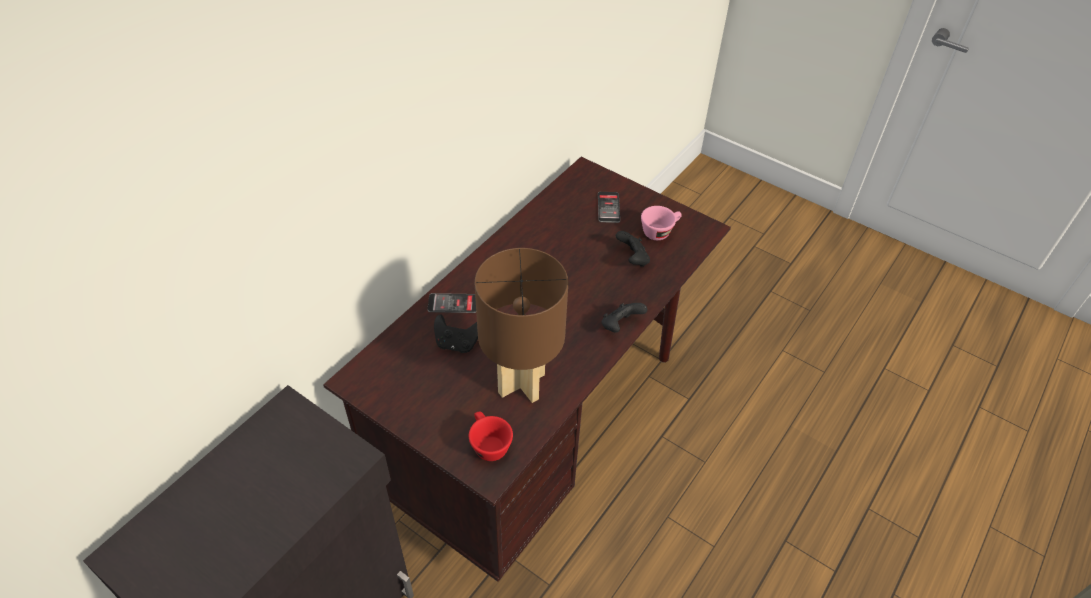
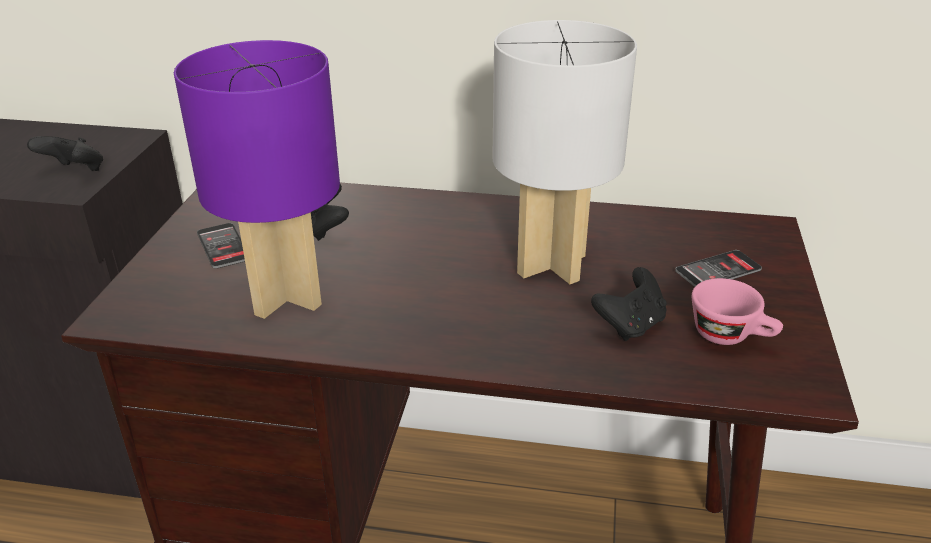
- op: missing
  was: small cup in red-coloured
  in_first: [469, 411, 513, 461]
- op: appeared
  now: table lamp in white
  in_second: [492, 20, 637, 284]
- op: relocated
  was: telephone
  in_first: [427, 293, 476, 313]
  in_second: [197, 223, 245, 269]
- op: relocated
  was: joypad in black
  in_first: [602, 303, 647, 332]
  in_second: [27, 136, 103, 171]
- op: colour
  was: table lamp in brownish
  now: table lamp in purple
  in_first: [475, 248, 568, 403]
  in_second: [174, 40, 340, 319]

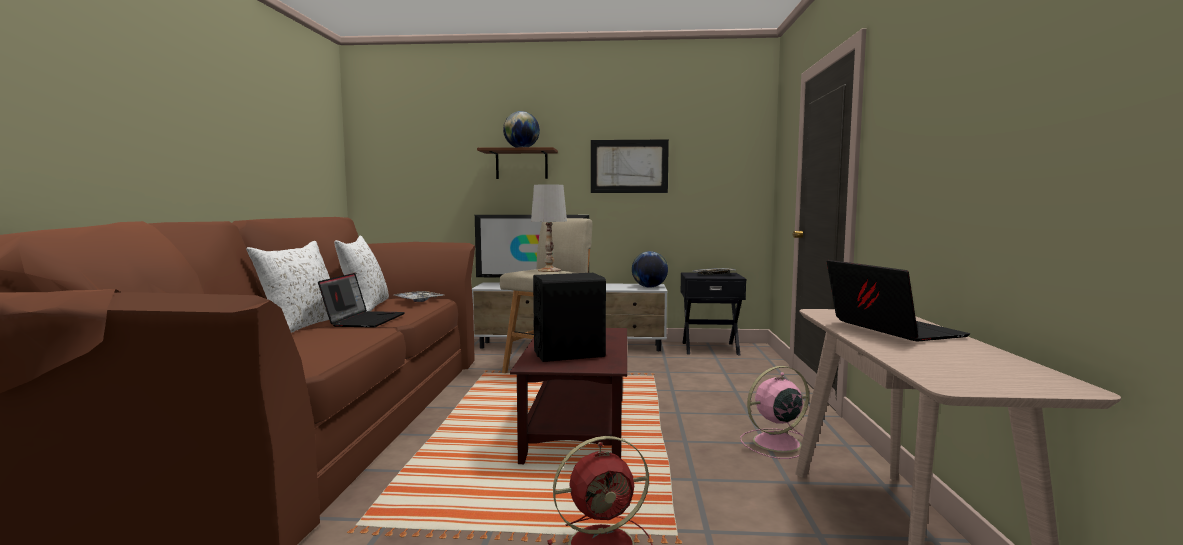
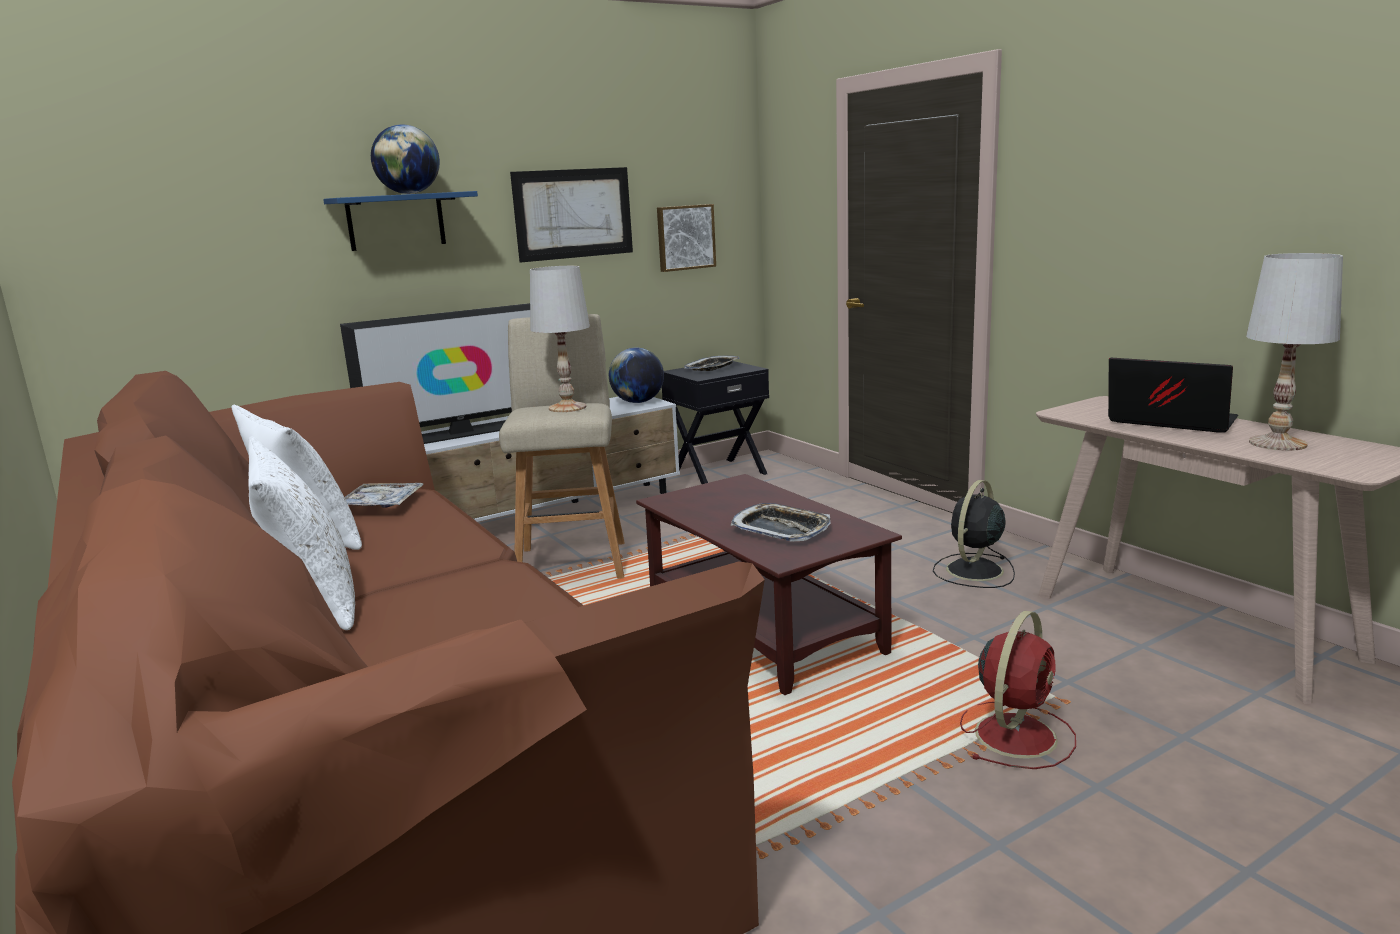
- op: missing
  was: notebook computer
  in_first: [318, 273, 405, 328]
- op: appeared
  now: wall art
  in_second: [657, 204, 716, 272]
- op: appeared
  now: table lamp in white
  in_second: [1246, 253, 1343, 451]
- op: exchanged
  was: audio speaker in black
  now: serving tray
  in_first: [533, 273, 606, 362]
  in_second: [731, 503, 831, 542]
- op: colour
  was: shelf in brownish
  now: shelf in blue-coloured
  in_first: [477, 147, 558, 179]
  in_second: [323, 191, 478, 251]
- op: colour
  was: fan in pink-coloured
  now: fan in black
  in_first: [740, 366, 809, 459]
  in_second: [933, 480, 1015, 588]

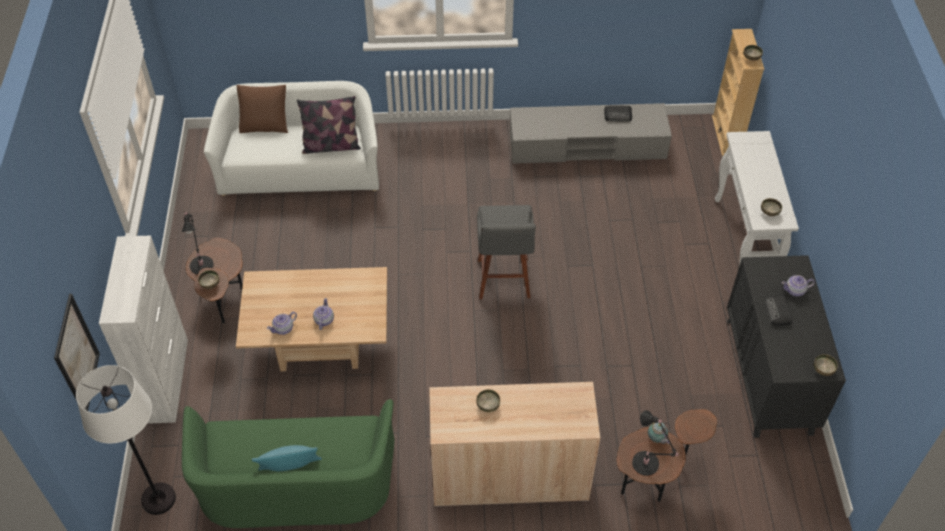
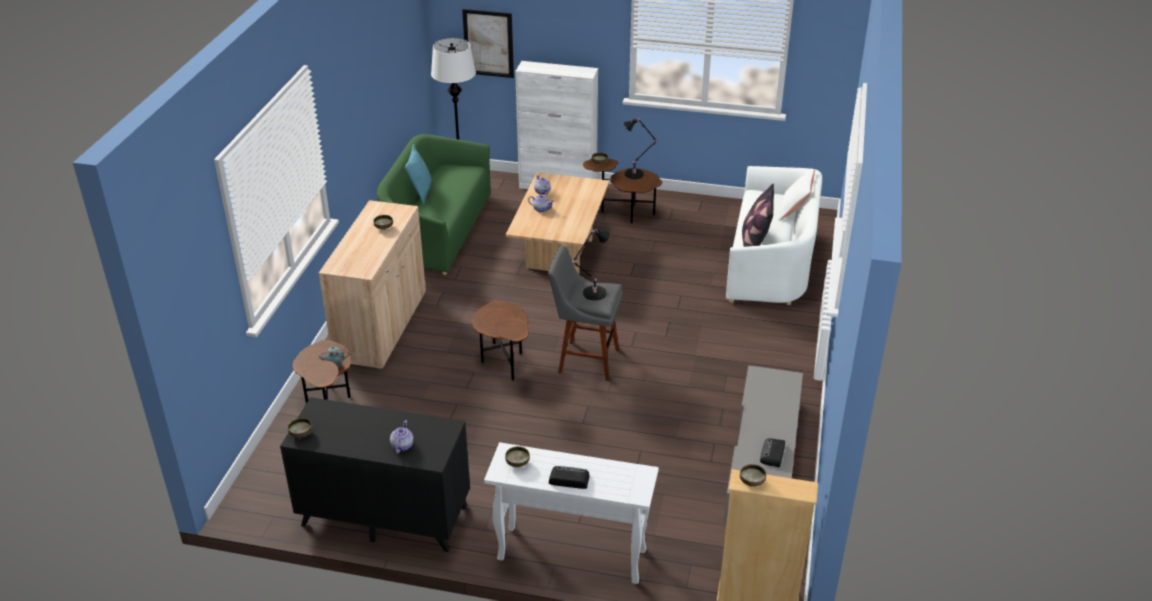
- op: appeared
  now: accent table in brownish
  in_second: [472, 301, 529, 381]
- op: relocated
  was: table lamp in black
  in_first: [632, 410, 680, 476]
  in_second: [572, 229, 610, 300]
- op: relocated
  was: radio
  in_first: [764, 295, 792, 326]
  in_second: [549, 466, 589, 489]
- op: colour
  was: cushion in brownish
  now: cushion in white
  in_first: [237, 85, 288, 133]
  in_second: [778, 169, 815, 221]

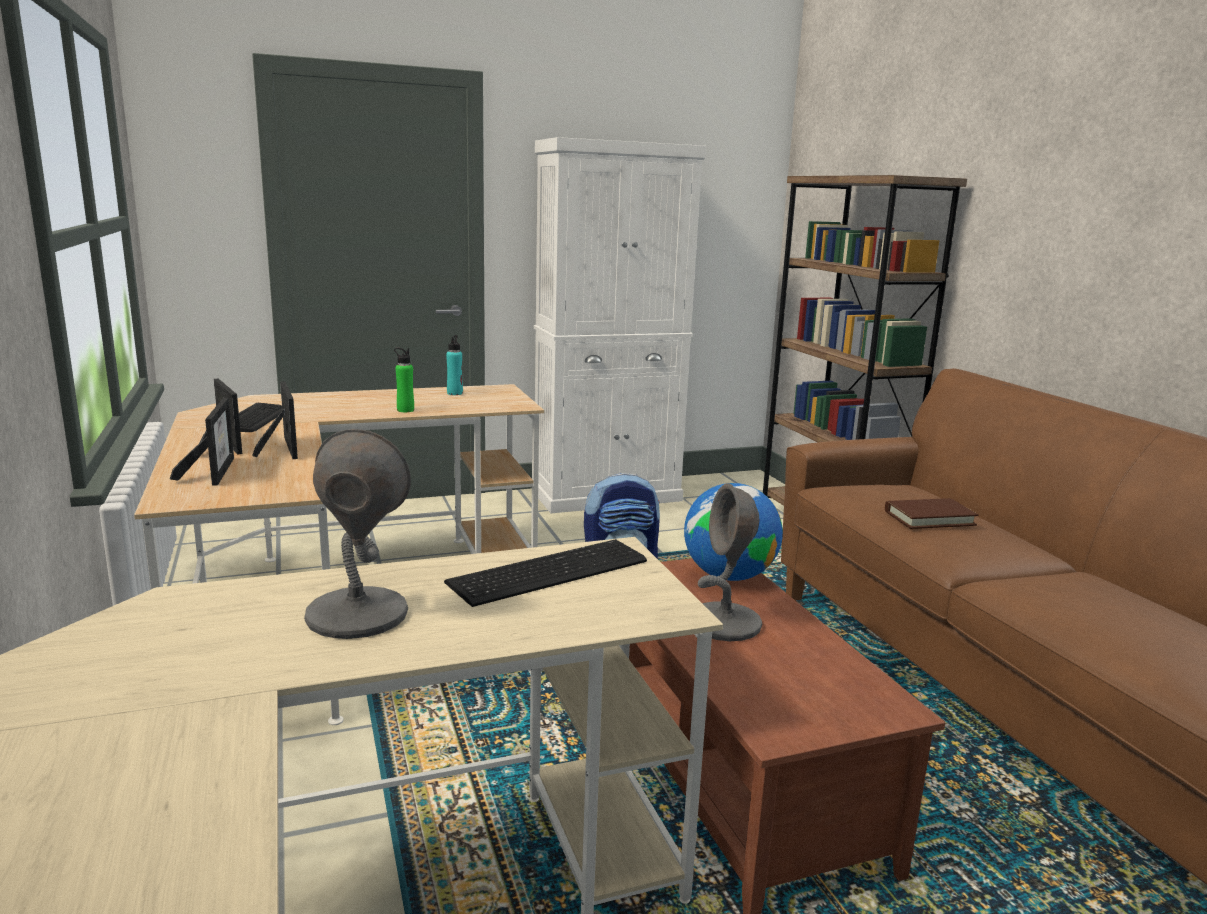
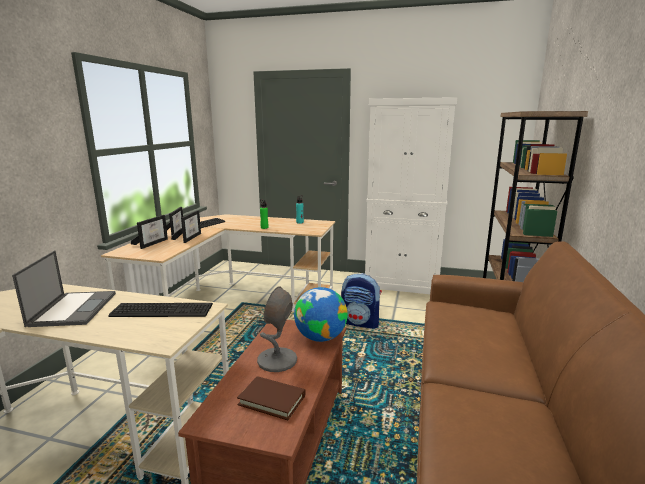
- op: relocated
  was: book in brownish
  in_first: [885, 498, 979, 529]
  in_second: [237, 376, 306, 420]
- op: exchanged
  was: table lamp in greyish
  now: notebook computer
  in_first: [304, 429, 411, 639]
  in_second: [12, 250, 116, 327]

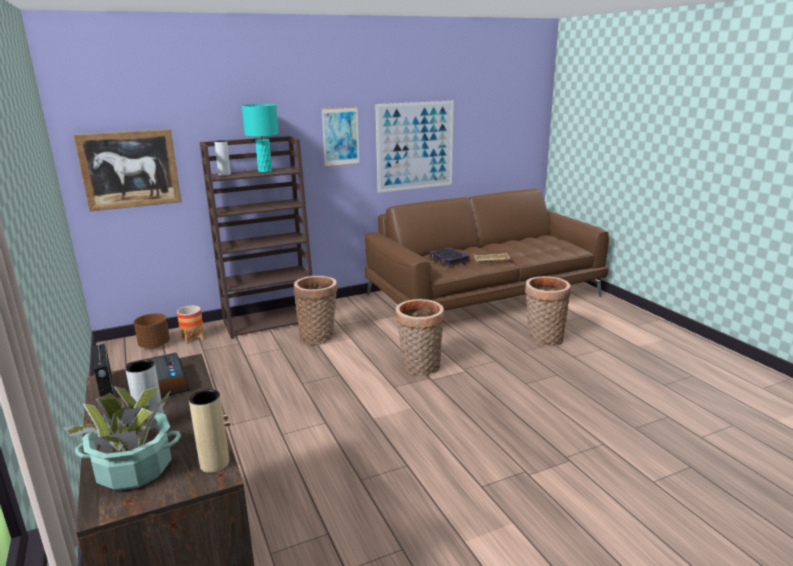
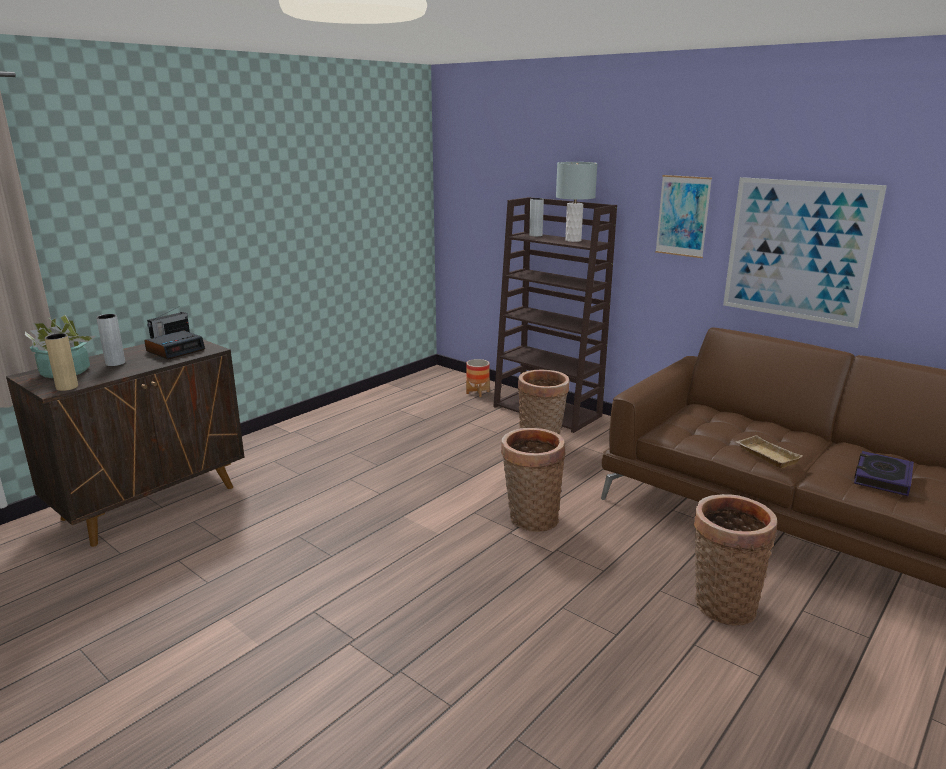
- op: missing
  was: wall art
  in_first: [74, 129, 182, 212]
- op: missing
  was: plant pot in brownish
  in_first: [134, 313, 170, 349]
- op: relocated
  was: book
  in_first: [429, 247, 470, 266]
  in_second: [854, 451, 914, 496]
- op: colour
  was: table lamp in blue-green
  now: table lamp in greyish
  in_first: [242, 104, 279, 172]
  in_second: [556, 162, 598, 242]

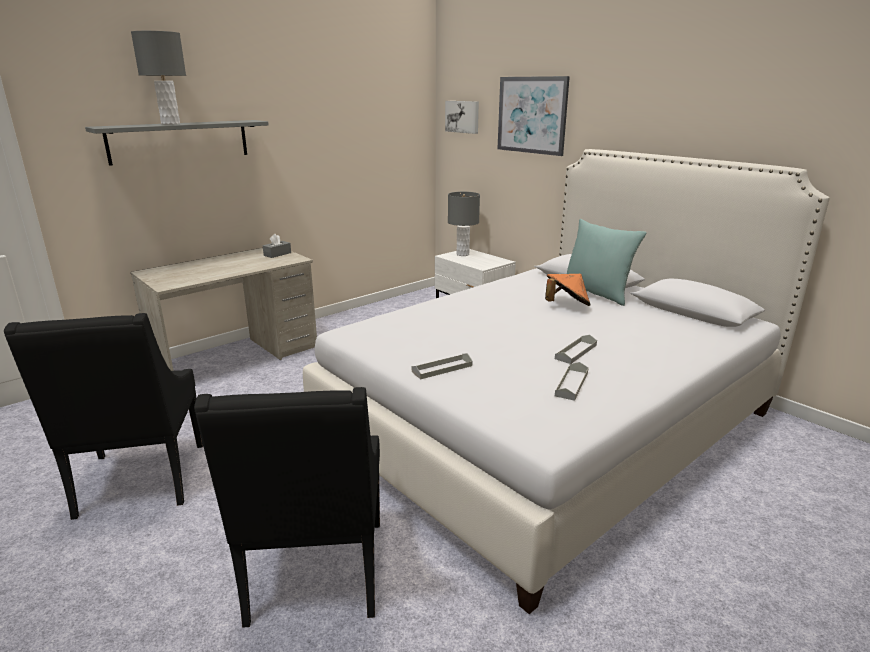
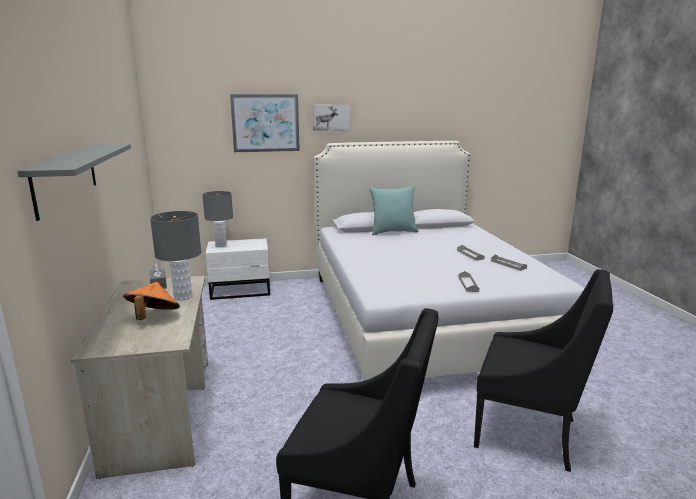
- op: relocated
  was: table lamp in greyish
  in_first: [131, 31, 186, 125]
  in_second: [150, 211, 201, 301]
- op: relocated
  was: wall art
  in_first: [445, 101, 479, 134]
  in_second: [313, 104, 350, 131]
- op: relocated
  was: wearable hat in orangey
  in_first: [545, 274, 591, 306]
  in_second: [123, 282, 180, 320]

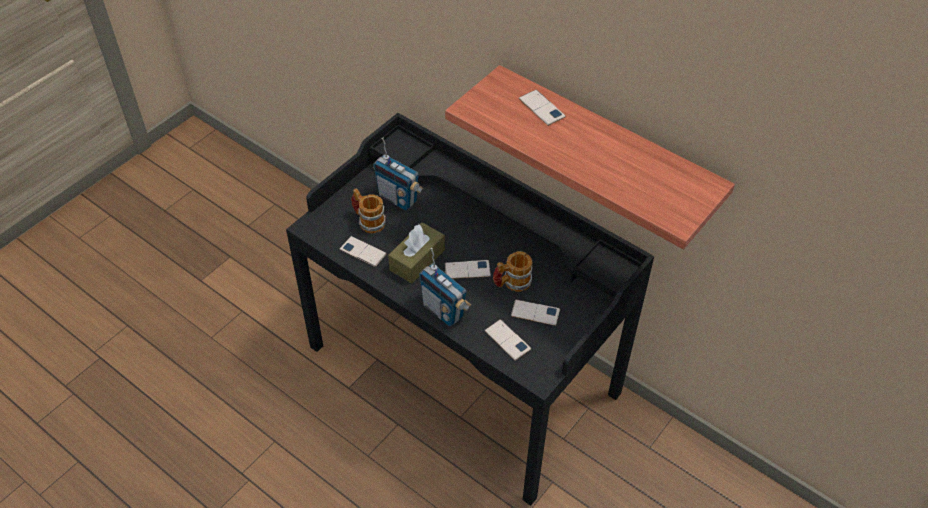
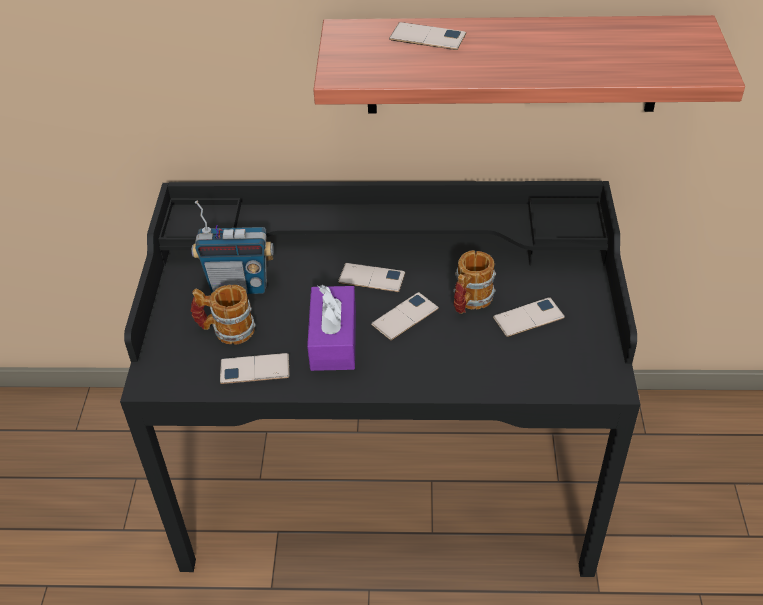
- op: missing
  was: radio
  in_first: [419, 248, 471, 326]
- op: relocated
  was: telephone
  in_first: [485, 319, 531, 361]
  in_second: [338, 263, 405, 292]
- op: colour
  was: tissue holder in brownish
  now: tissue holder in purple
  in_first: [388, 222, 445, 283]
  in_second: [307, 285, 356, 371]

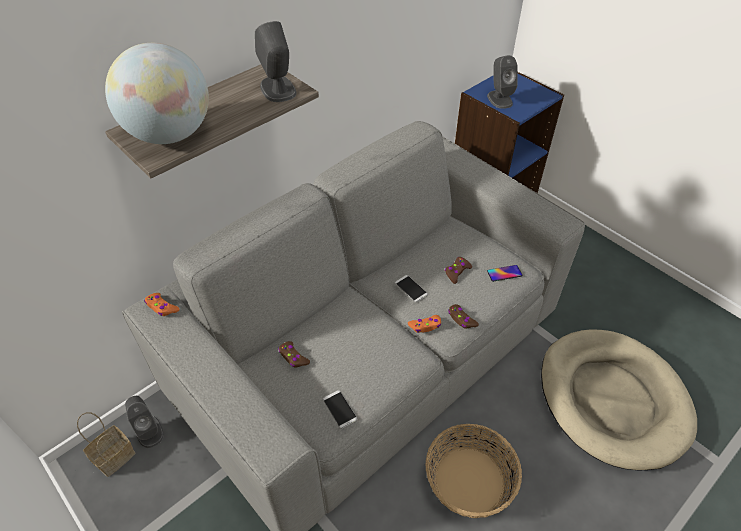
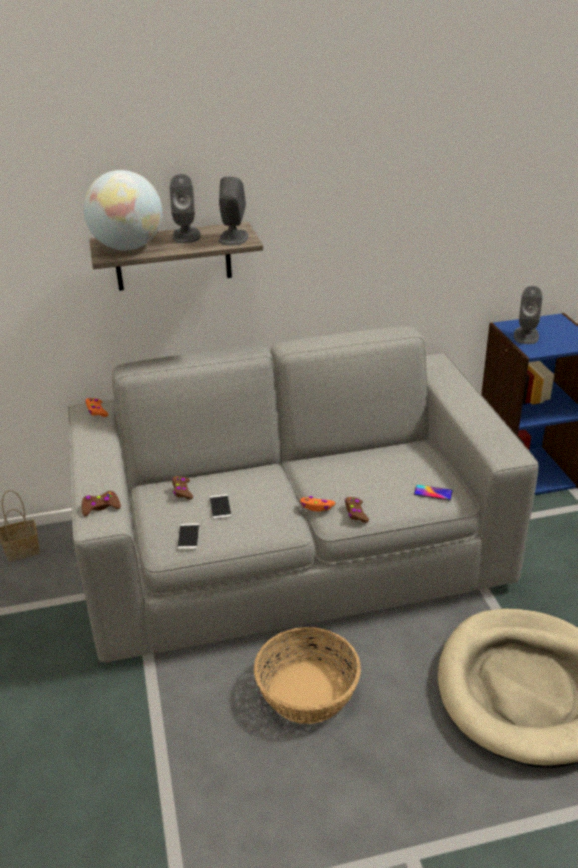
- op: relocated
  was: audio speaker in greyish
  in_first: [125, 396, 164, 448]
  in_second: [169, 174, 201, 243]
- op: relocated
  was: telephone
  in_first: [395, 275, 428, 302]
  in_second: [210, 494, 232, 519]
- op: relocated
  was: joypad in brownish
  in_first: [445, 257, 472, 284]
  in_second: [82, 491, 121, 517]

